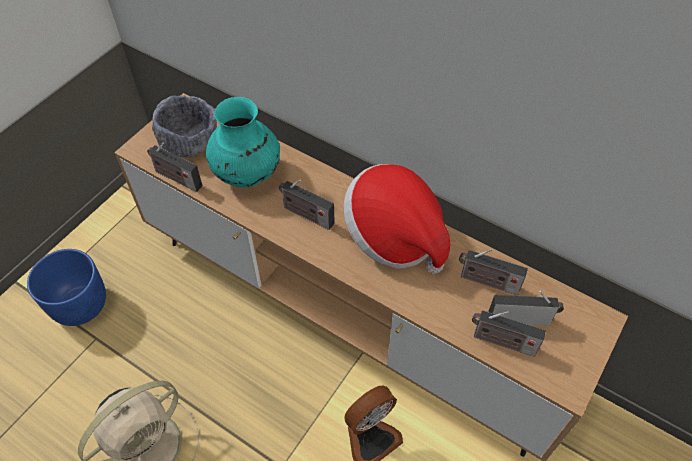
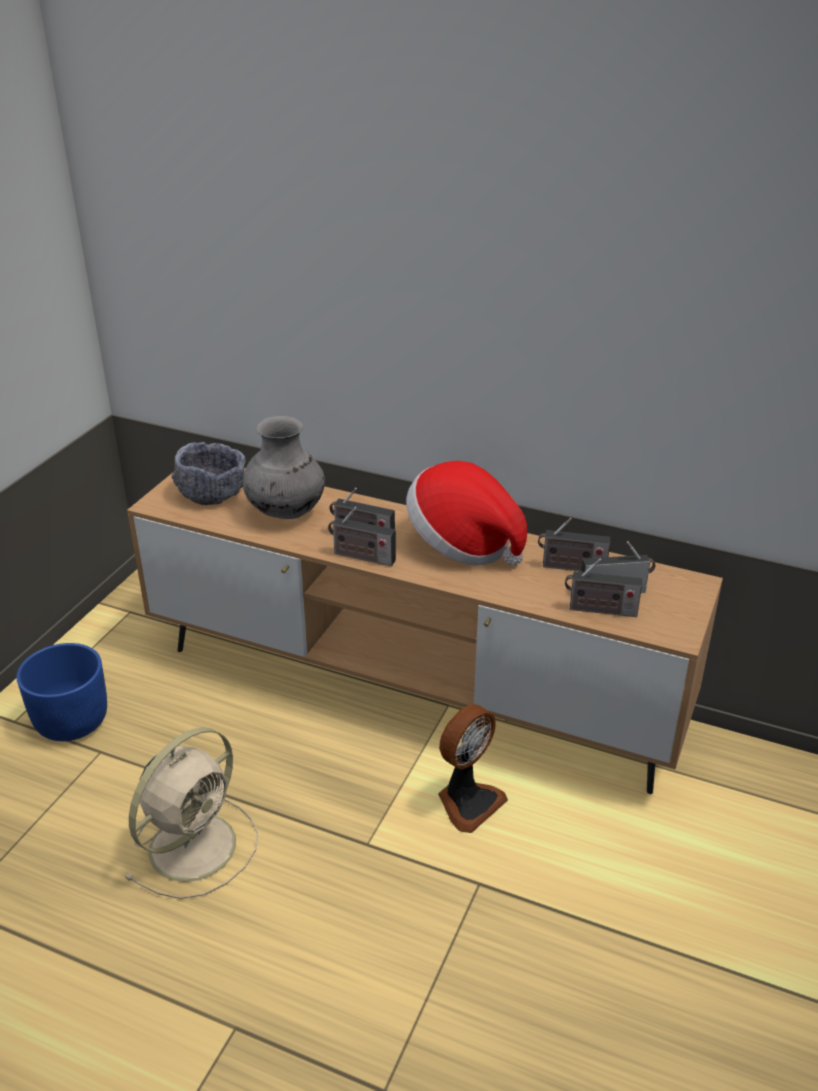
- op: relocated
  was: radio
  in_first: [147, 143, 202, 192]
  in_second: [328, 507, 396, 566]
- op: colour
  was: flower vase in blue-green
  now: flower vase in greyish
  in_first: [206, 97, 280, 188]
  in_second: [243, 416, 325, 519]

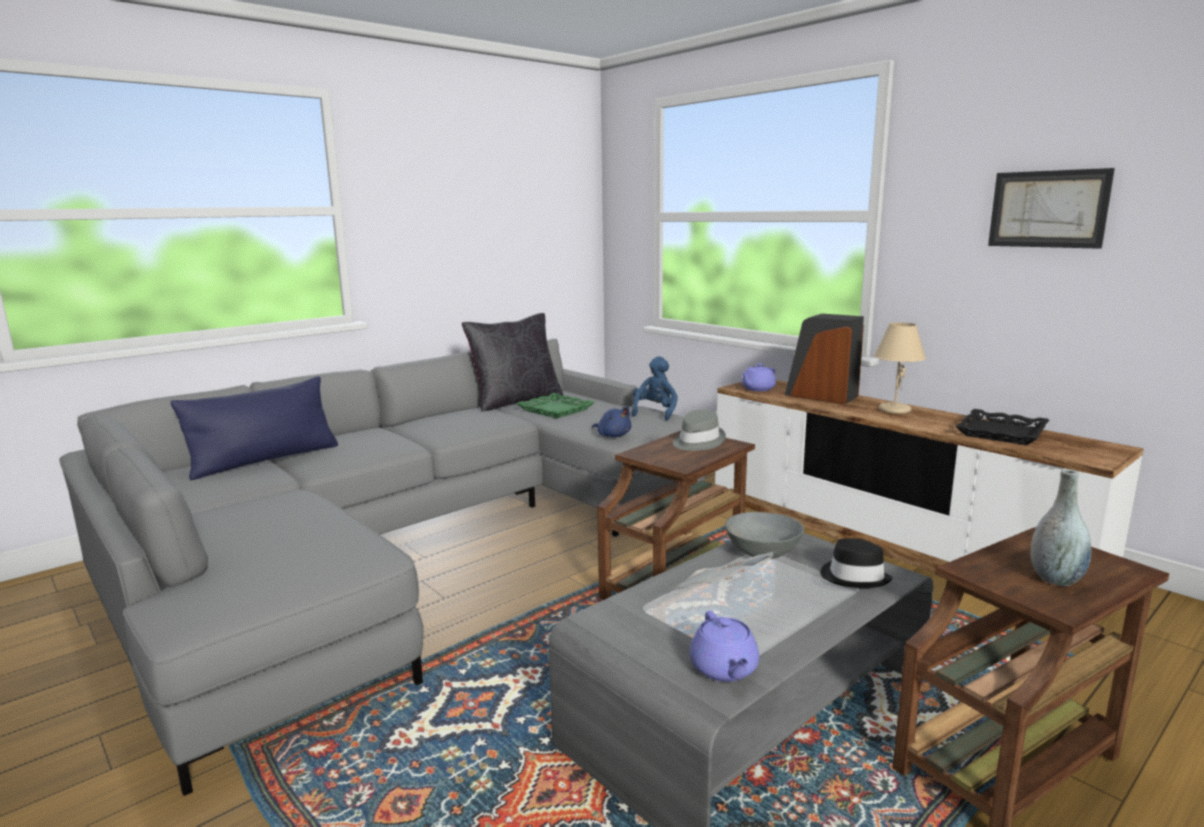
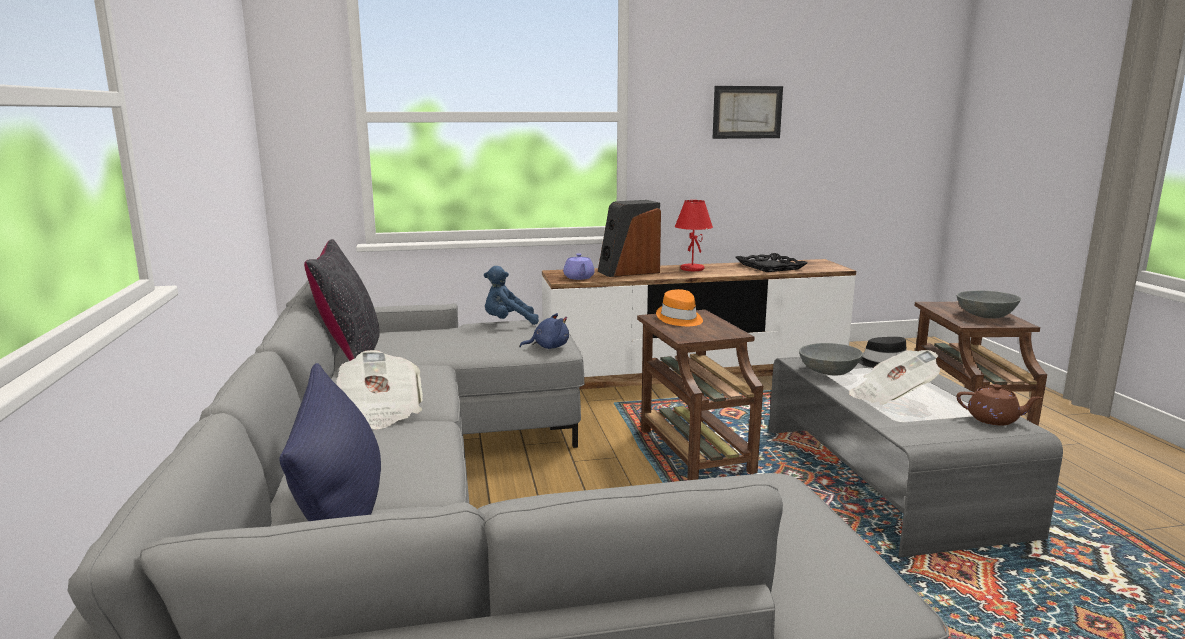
- op: missing
  was: serving tray in green
  in_first: [516, 393, 595, 418]
- op: appeared
  now: newspaper
  in_second: [336, 350, 423, 430]
- op: exchanged
  was: flower vase in greyish
  now: deep dish in greyish
  in_first: [1030, 469, 1091, 586]
  in_second: [957, 291, 1021, 319]
- op: colour
  was: wearable hat in greyish
  now: wearable hat in orangey
  in_first: [673, 410, 726, 451]
  in_second: [656, 289, 703, 326]
- op: colour
  was: teapot in purple
  now: teapot in brownish
  in_first: [690, 611, 759, 682]
  in_second: [957, 384, 1042, 425]
- op: colour
  was: table lamp in beige
  now: table lamp in red-coloured
  in_first: [874, 322, 926, 414]
  in_second: [675, 200, 713, 271]
- op: spun
  was: cuddly toy in blue-coloured
  in_first: [631, 356, 678, 420]
  in_second: [484, 266, 539, 325]
  clockwise: -60

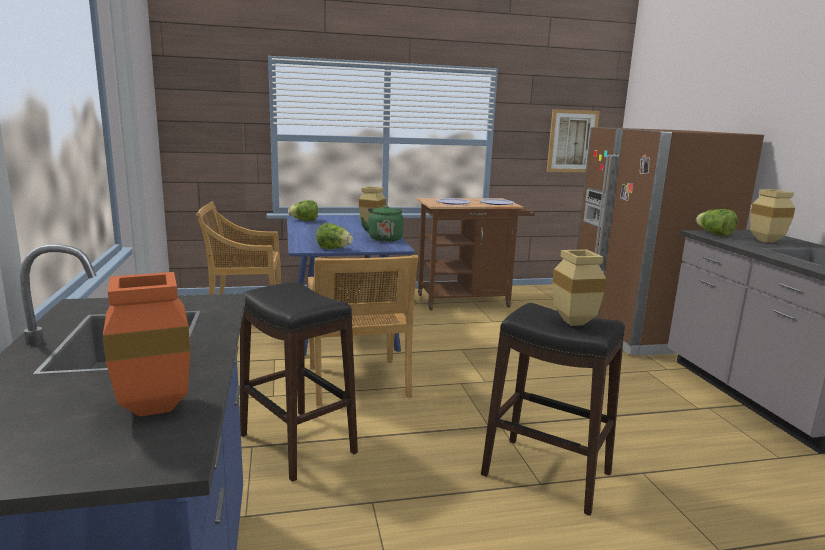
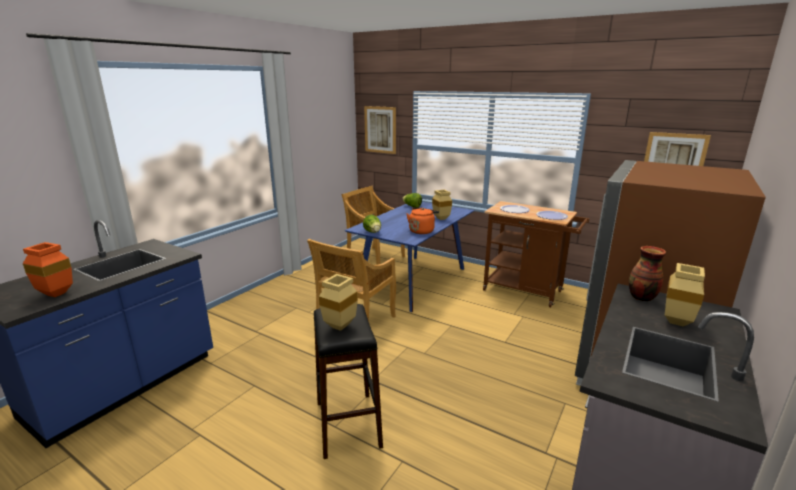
- op: missing
  was: stool seat in black
  in_first: [240, 282, 358, 482]
- op: appeared
  now: wall art
  in_second: [364, 106, 396, 154]
- op: exchanged
  was: lettuce
  now: flower vase
  in_first: [696, 209, 738, 236]
  in_second: [629, 246, 666, 301]
- op: colour
  was: water kettle in green
  now: water kettle in orangey
  in_first: [360, 205, 404, 242]
  in_second: [406, 207, 439, 234]

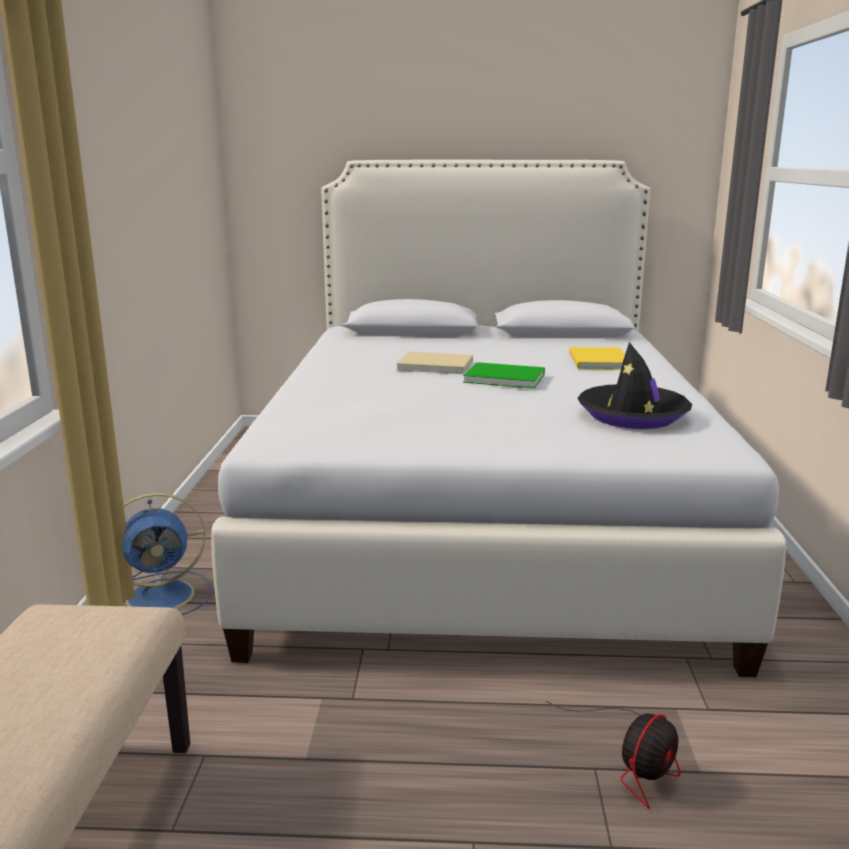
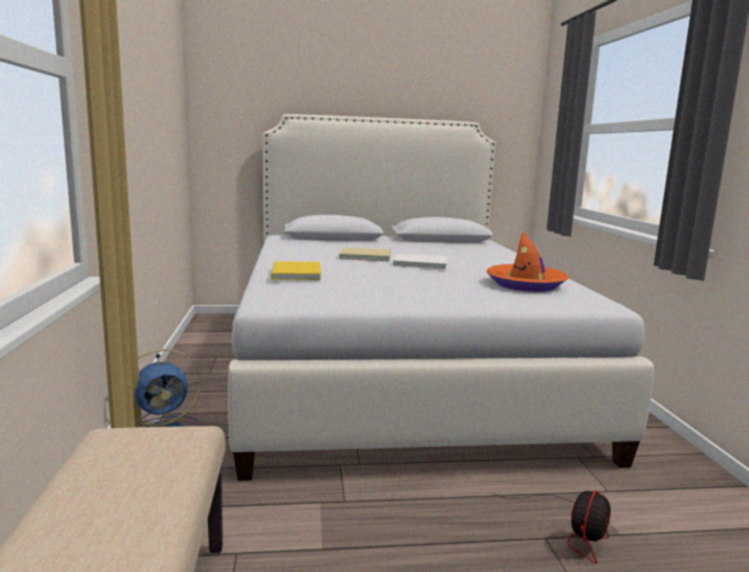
- op: relocated
  was: book in yellow
  in_first: [569, 347, 625, 370]
  in_second: [271, 261, 321, 280]
- op: colour
  was: book in green
  now: book in white
  in_first: [463, 362, 545, 389]
  in_second: [393, 254, 448, 269]
- op: colour
  was: wearable hat in black
  now: wearable hat in orangey
  in_first: [578, 342, 692, 429]
  in_second: [487, 232, 569, 292]

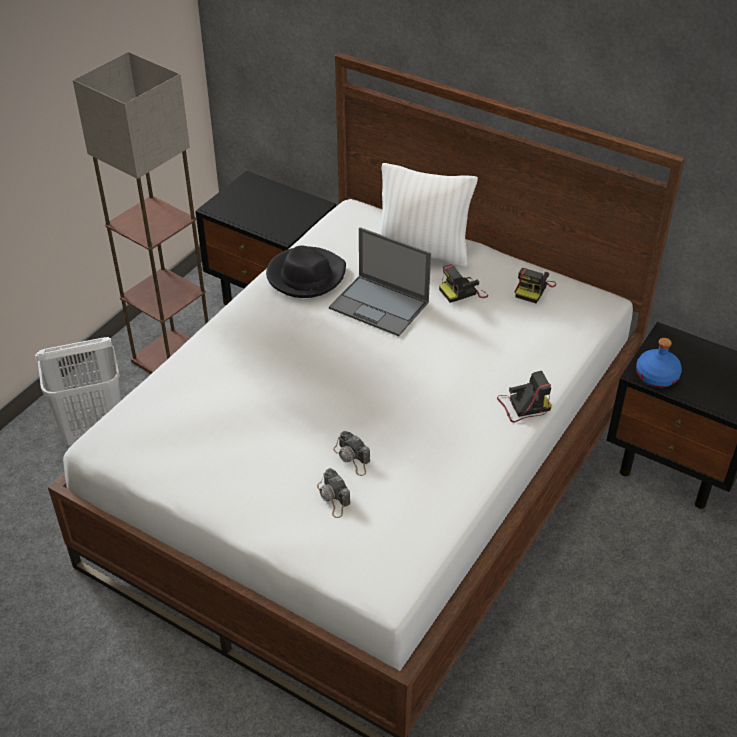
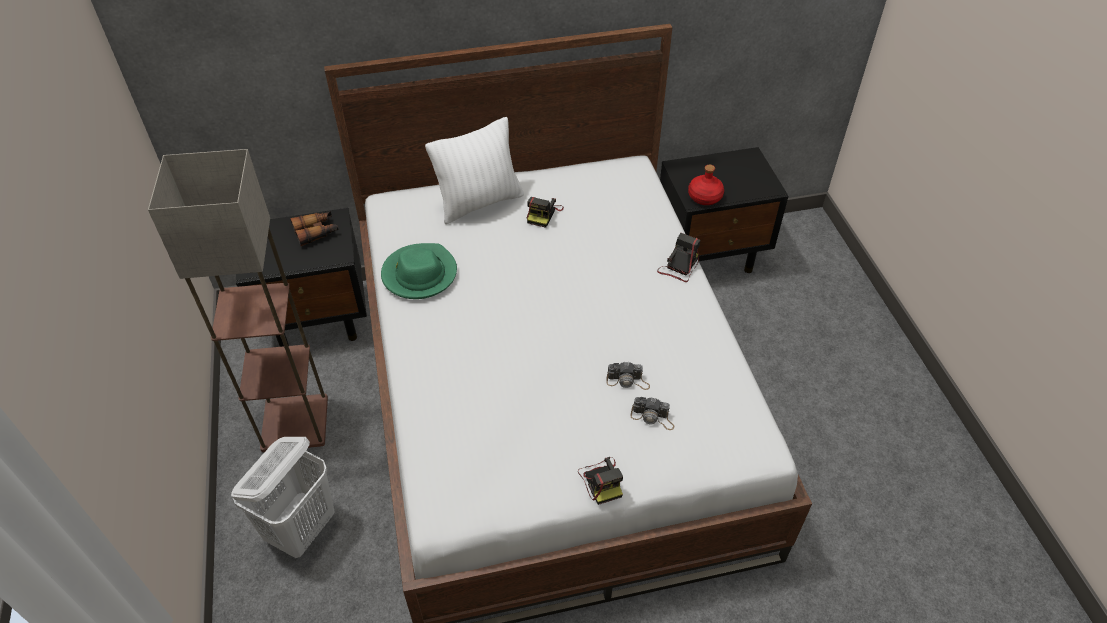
- op: missing
  was: notebook computer
  in_first: [329, 227, 431, 336]
- op: appeared
  now: pair of binoculars
  in_second: [290, 211, 339, 246]
- op: relocated
  was: still camera
  in_first: [514, 268, 556, 303]
  in_second: [578, 457, 623, 505]
- op: colour
  was: wearable hat in black
  now: wearable hat in green
  in_first: [266, 246, 346, 298]
  in_second: [381, 243, 457, 299]
- op: colour
  was: drink bottle in blue-coloured
  now: drink bottle in red-coloured
  in_first: [636, 338, 682, 388]
  in_second: [688, 165, 724, 205]

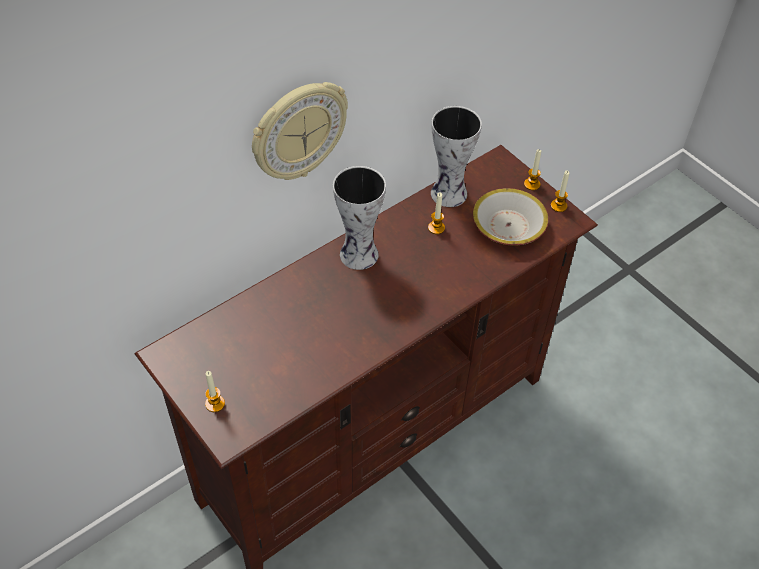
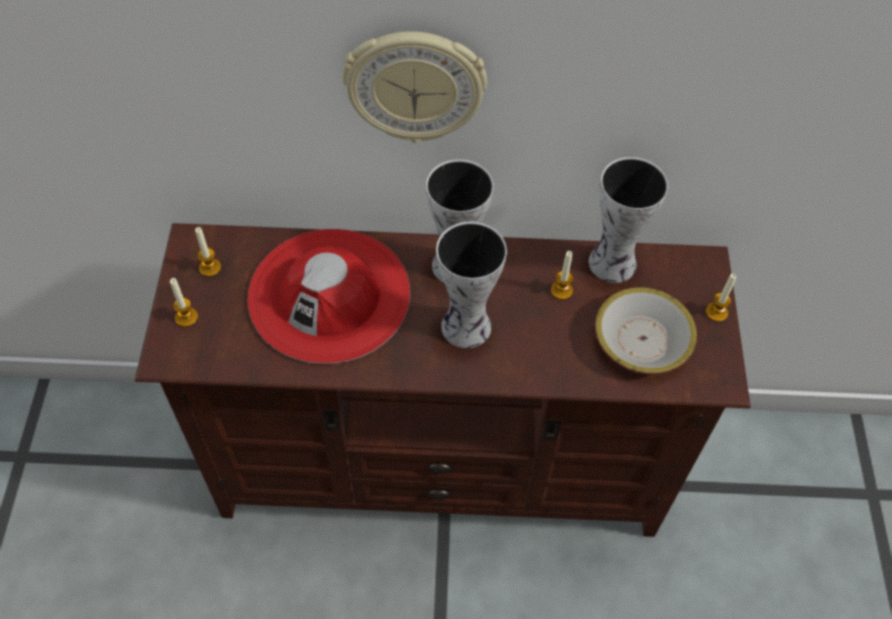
- op: appeared
  now: wearable hat in red-coloured
  in_second: [248, 229, 410, 364]
- op: appeared
  now: flower vase
  in_second: [436, 221, 507, 348]
- op: relocated
  was: wax light
  in_first: [551, 171, 569, 212]
  in_second: [195, 227, 221, 277]

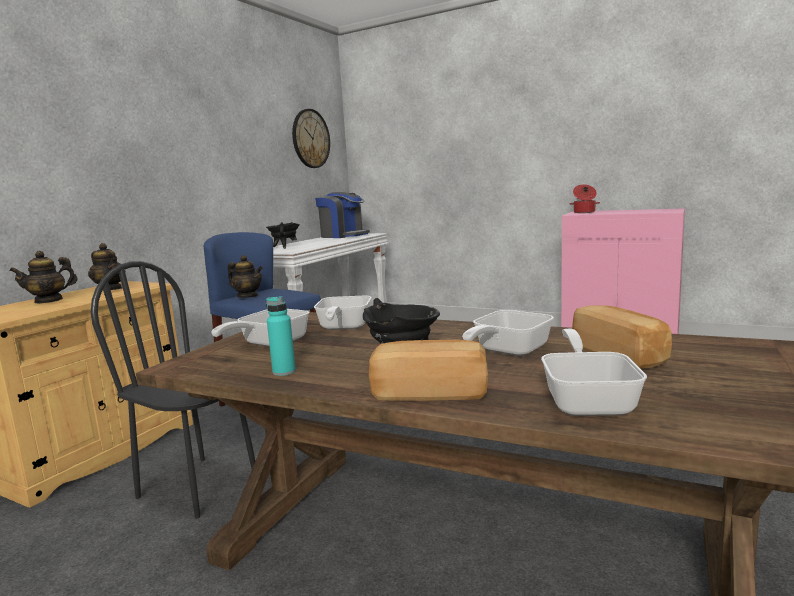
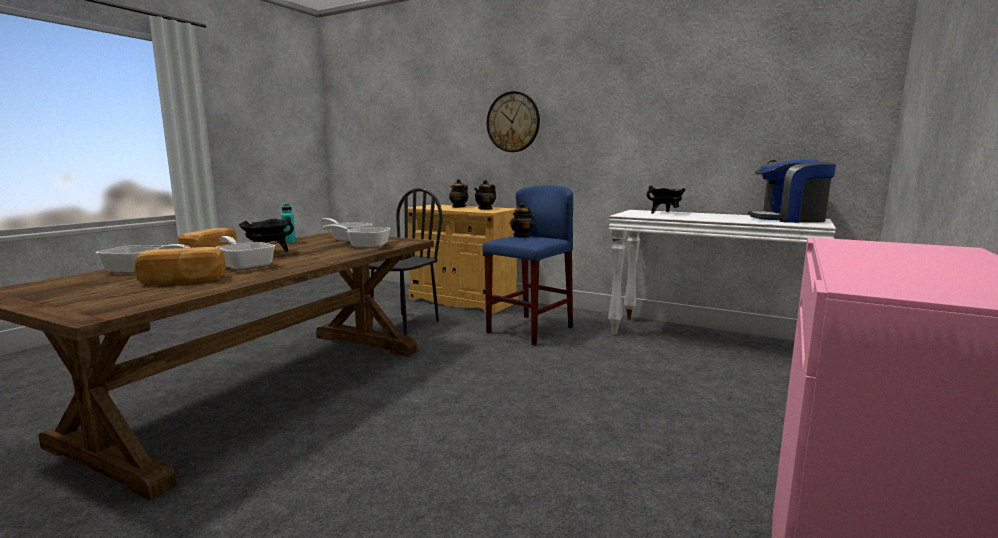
- op: missing
  was: stockpot
  in_first: [569, 184, 600, 213]
- op: relocated
  was: hanging clock
  in_first: [292, 109, 330, 168]
  in_second: [487, 91, 540, 152]
- op: spun
  was: coffee maker
  in_first: [315, 192, 370, 238]
  in_second: [748, 158, 836, 223]
  clockwise: 60

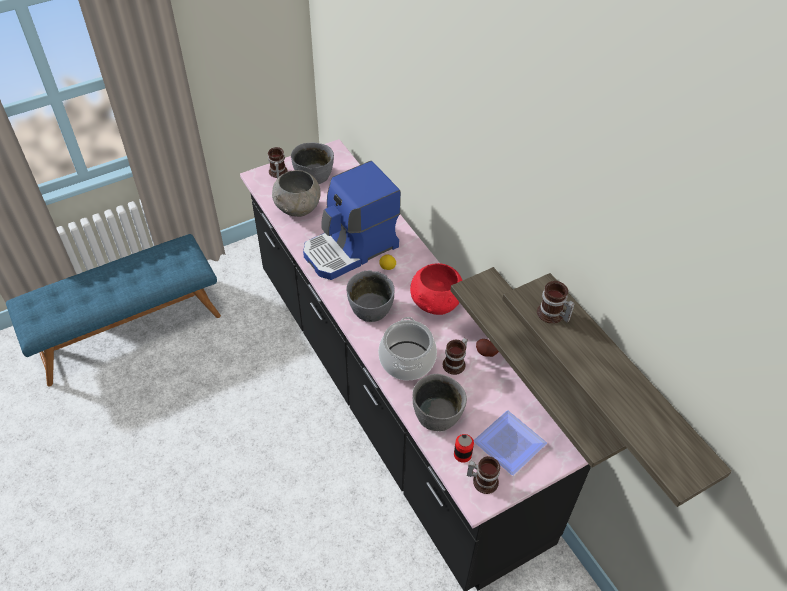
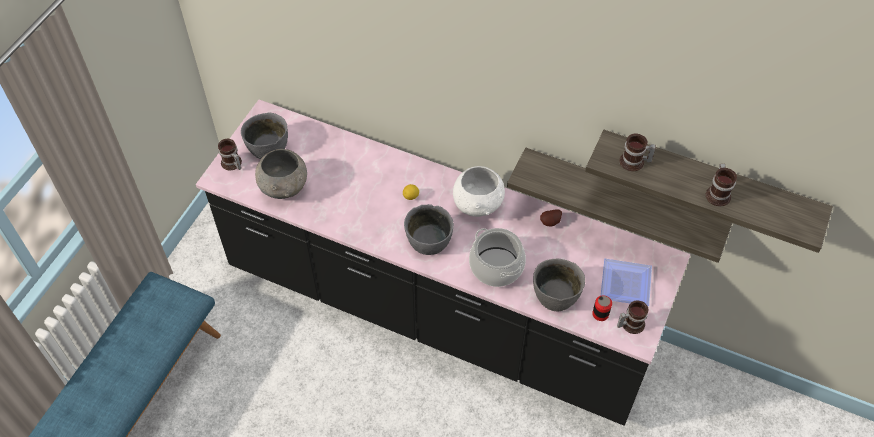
- op: missing
  was: coffee maker
  in_first: [303, 161, 401, 280]
- op: relocated
  was: tea mug
  in_first: [442, 338, 468, 375]
  in_second: [706, 164, 737, 206]
- op: colour
  was: deep dish in red-coloured
  now: deep dish in white
  in_first: [410, 263, 462, 315]
  in_second: [453, 166, 505, 217]

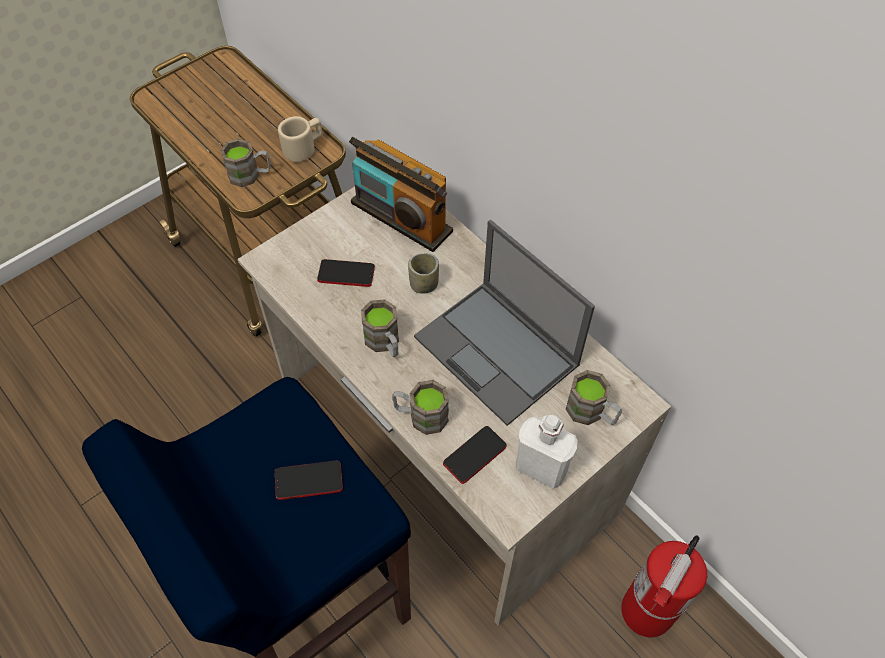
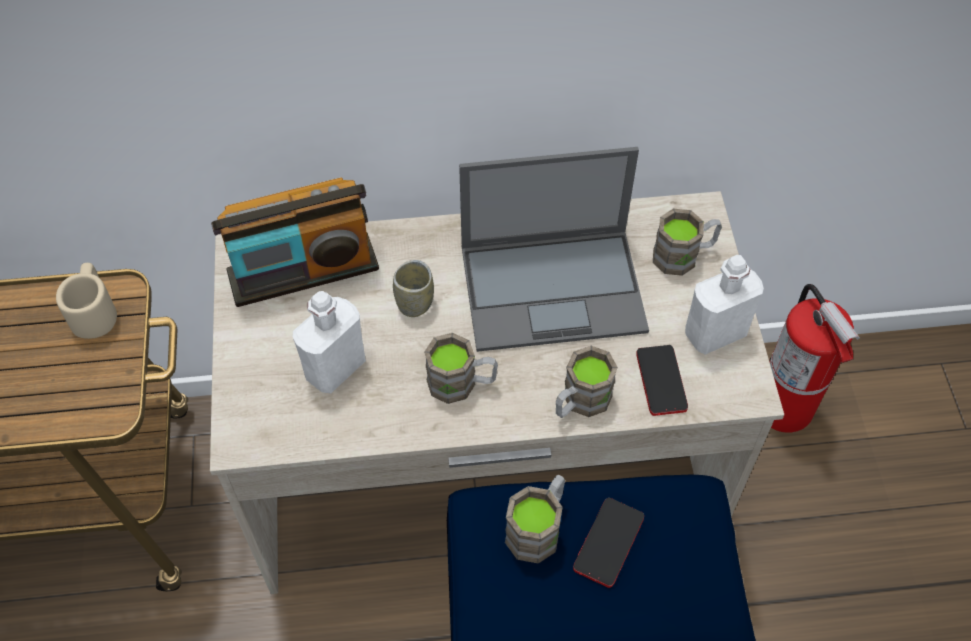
- op: relocated
  was: tea mug in brownish
  in_first: [220, 138, 271, 187]
  in_second: [505, 475, 565, 563]
- op: exchanged
  was: telephone
  now: drink bottle in white
  in_first: [317, 259, 375, 287]
  in_second: [293, 291, 366, 393]

